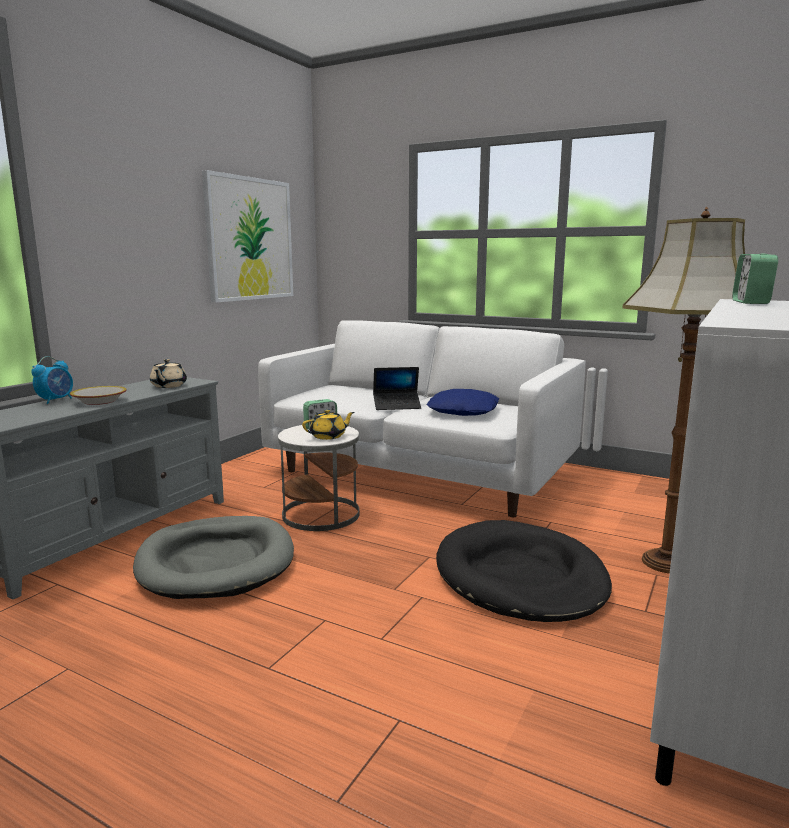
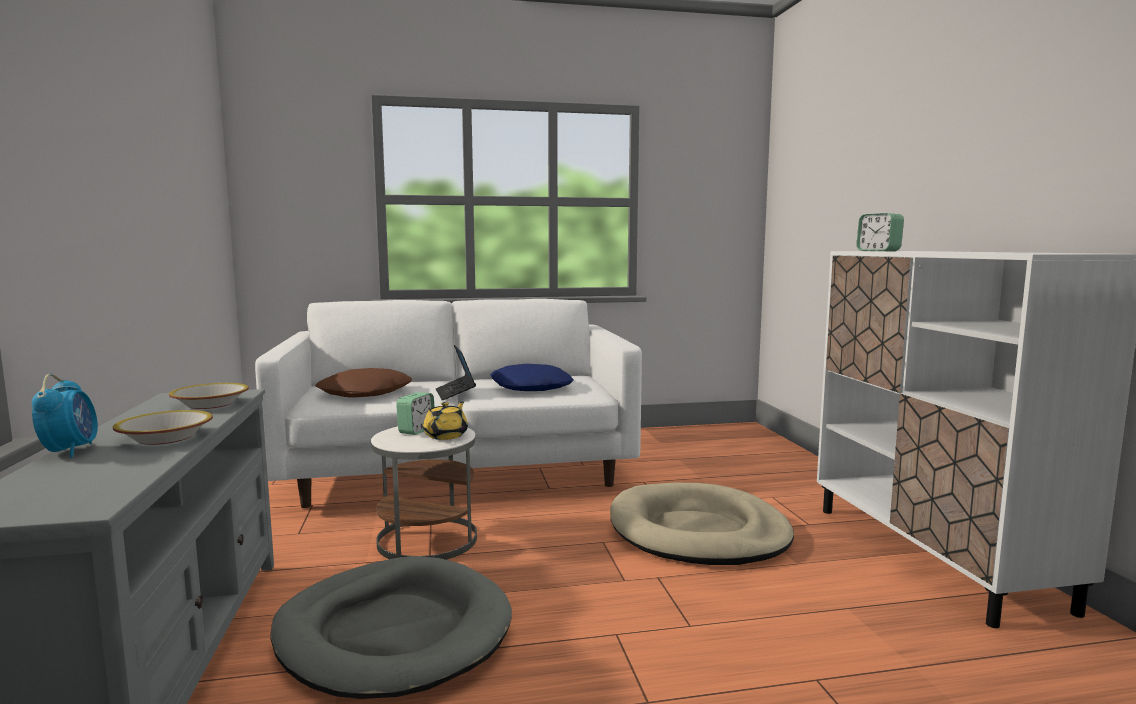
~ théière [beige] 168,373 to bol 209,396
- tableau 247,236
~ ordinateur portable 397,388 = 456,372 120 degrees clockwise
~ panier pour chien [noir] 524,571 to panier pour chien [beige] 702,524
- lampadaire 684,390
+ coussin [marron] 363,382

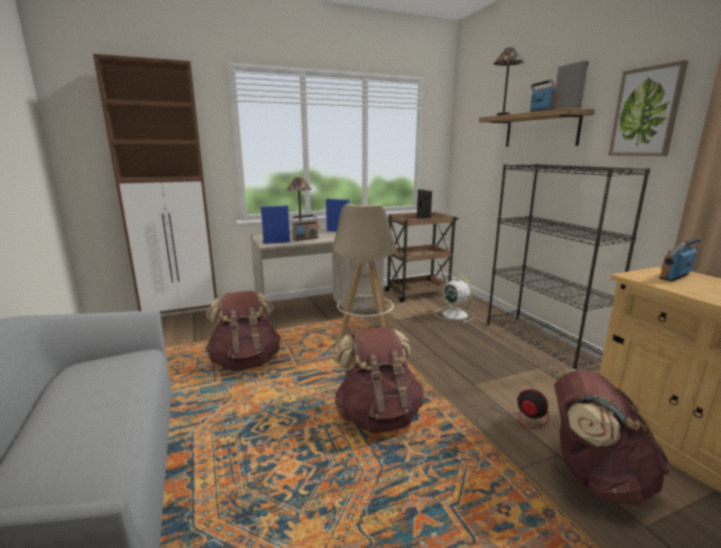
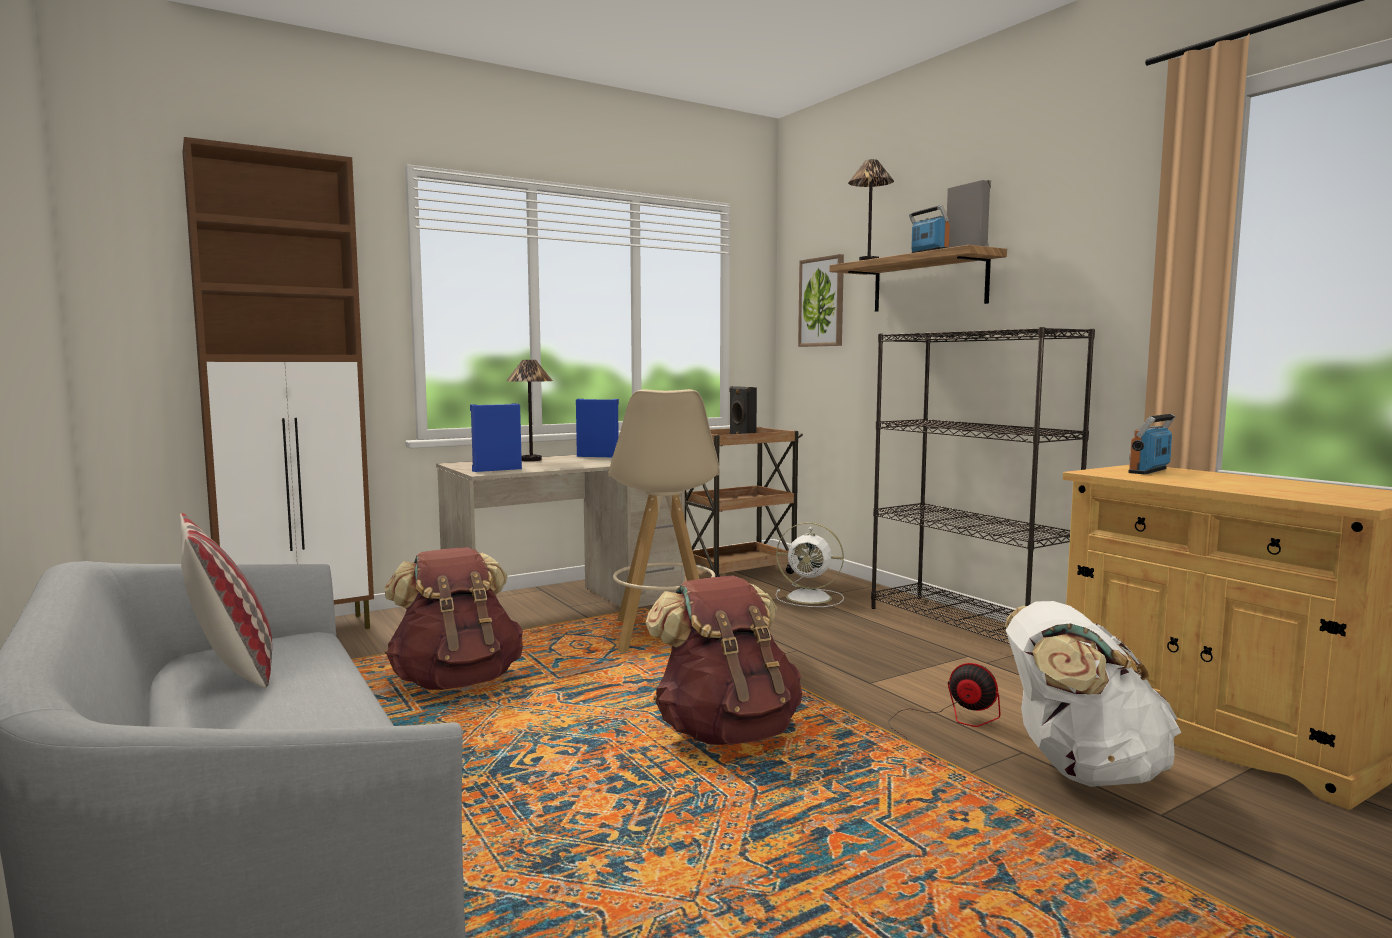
- radio 304,227
~ ventilateur [blanc] 455,298 = 809,564 150 degrees clockwise
~ sac à dos [marron] 612,437 to sac à dos [blanc] 1093,694
~ tableau 648,108 to 821,300
+ coussin 226,600

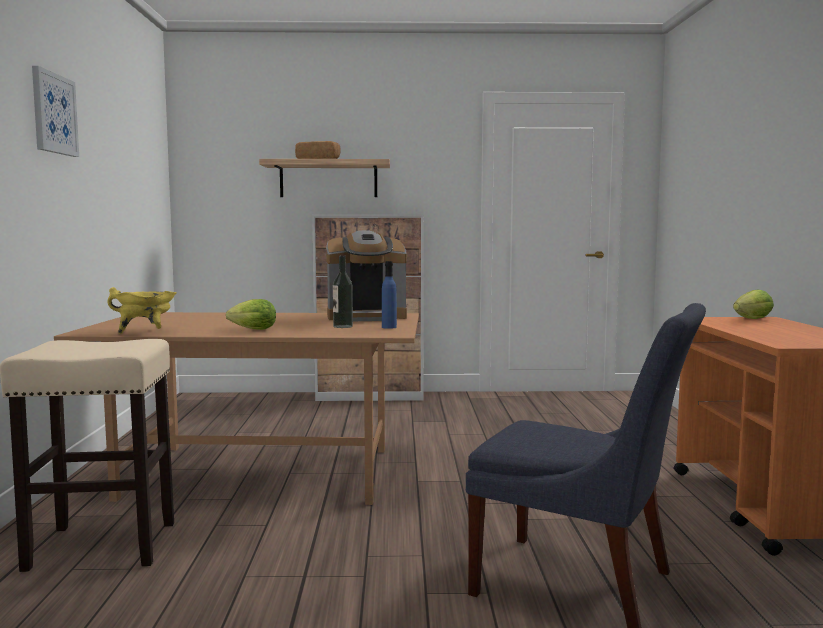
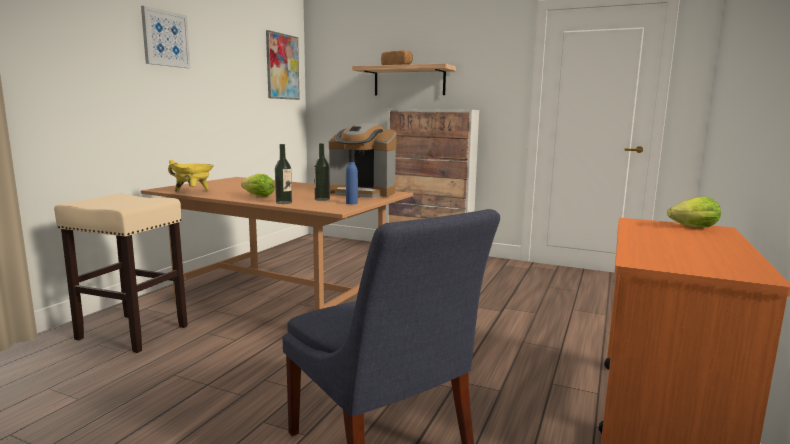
+ tableau 283,65
+ bouteille 283,174

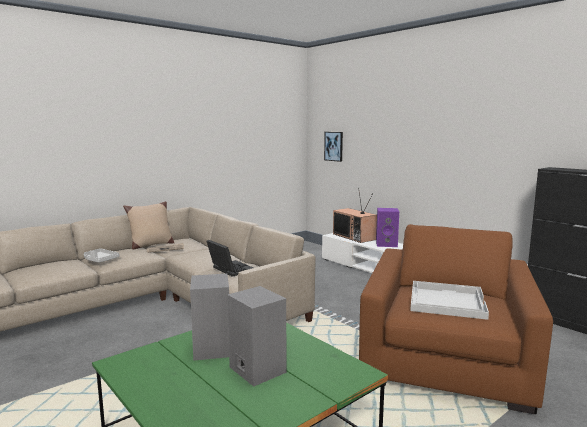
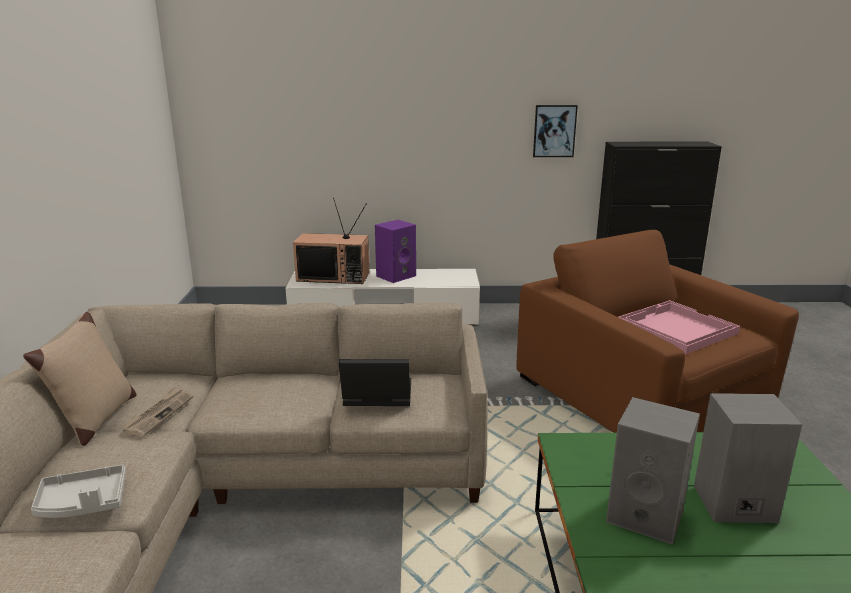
~ tableau 333,147 to 555,131
~ plateau [blanc] 449,300 to plateau [rose] 679,327

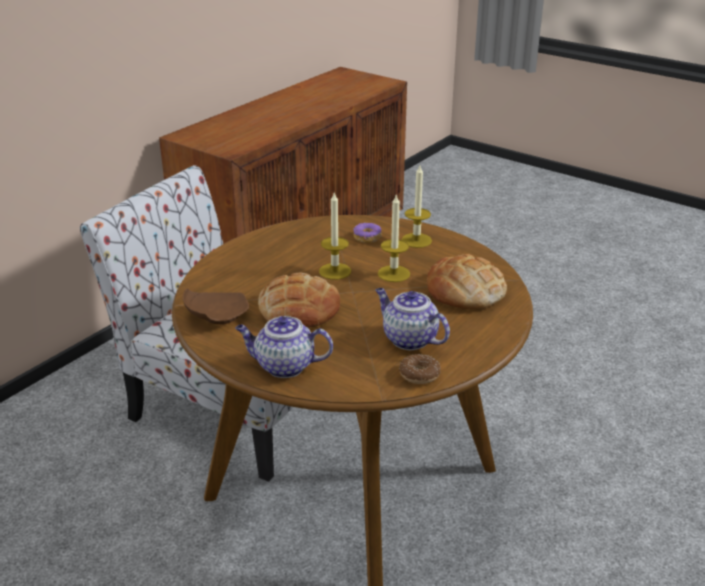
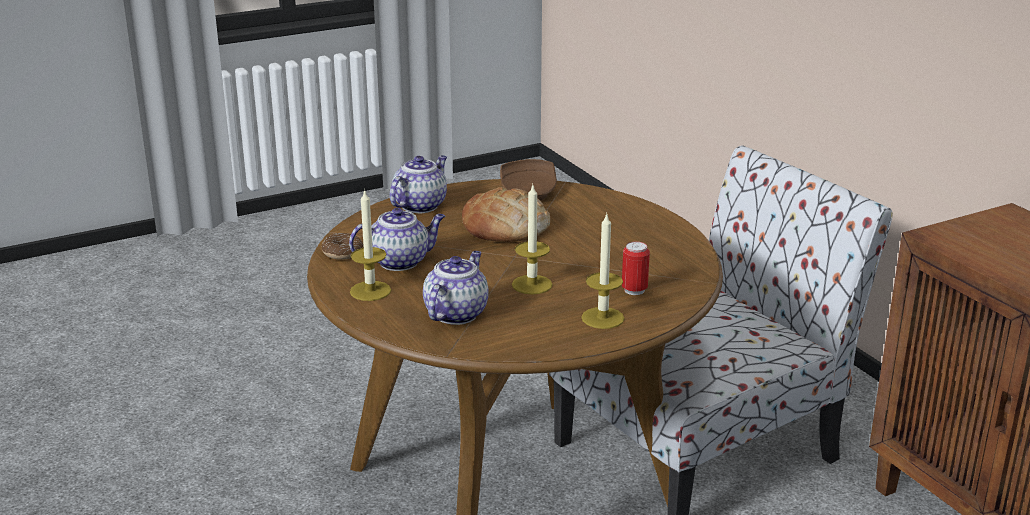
~ bougie 335,236 to 370,245
~ beignet 368,233 to boîte métallique 636,268
~ pain 467,281 to théière 455,288

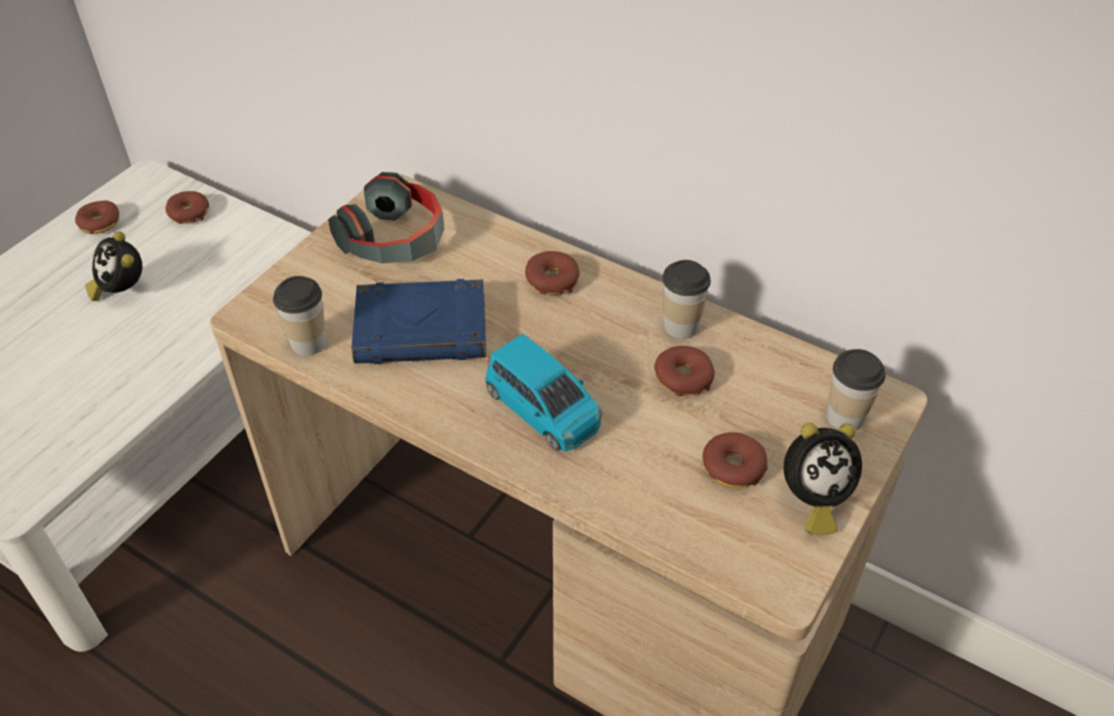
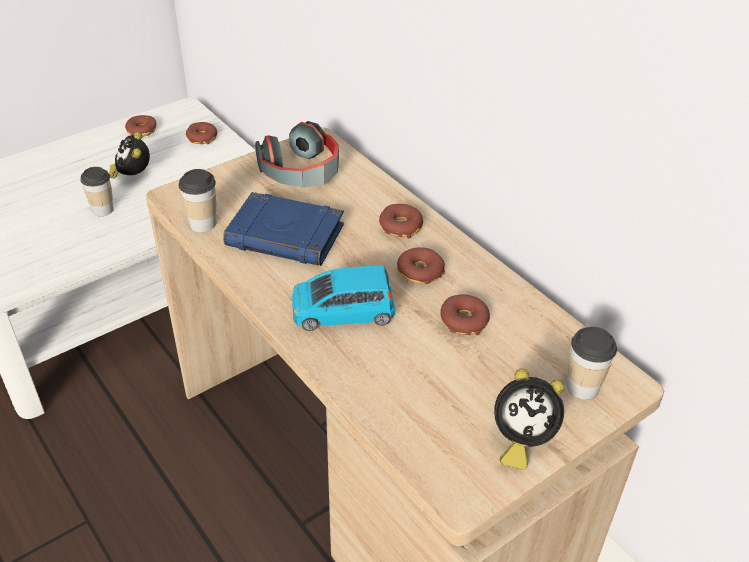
~ petite voiture [bleu] 544,392 = 343,298 105 degrees clockwise
~ tasse 687,299 to 97,191
~ beignet 735,460 to 421,265

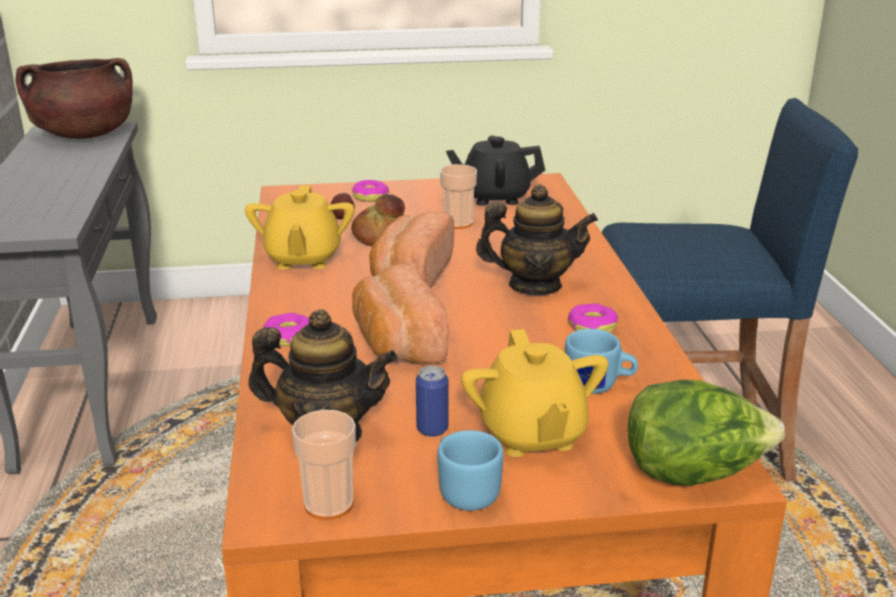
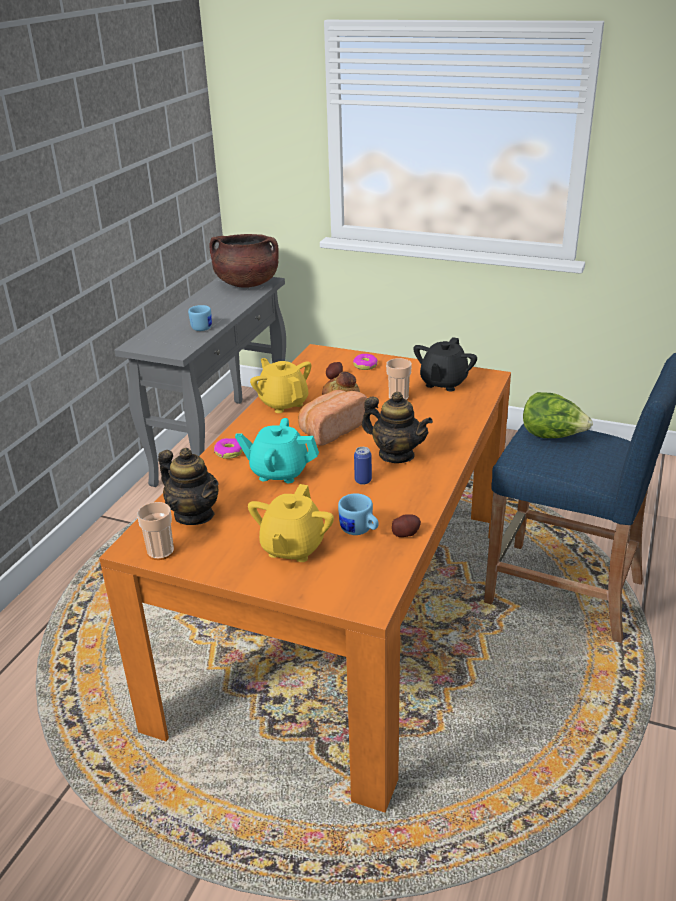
~ théière [jaune] 300,227 = 280,385 120 degrees clockwise
~ pain 400,314 to théière [turquoise] 277,450
~ boîte métallique 432,401 to 363,466
~ mug [bleu] 470,470 to 200,318
~ théière [noir] 495,171 = 445,364 90 degrees counterclockwise
- beignet 593,318
~ laitue 706,433 to 558,415
+ pomme de terre 406,525

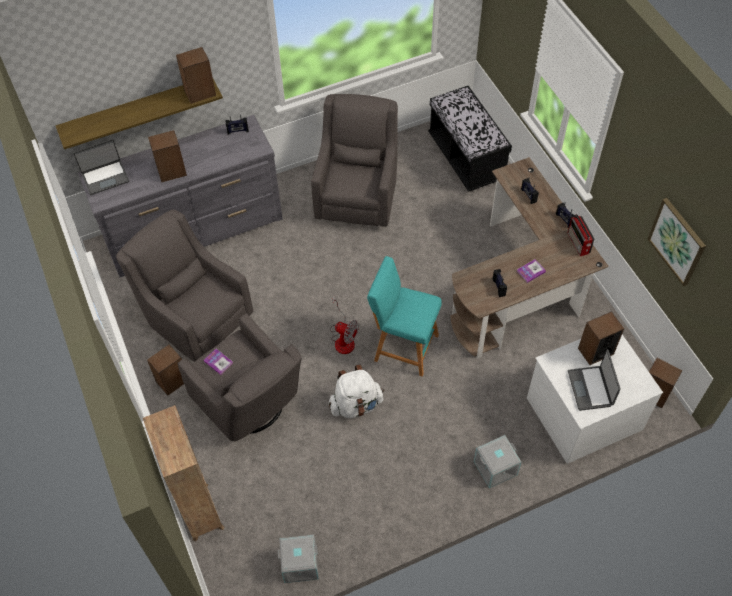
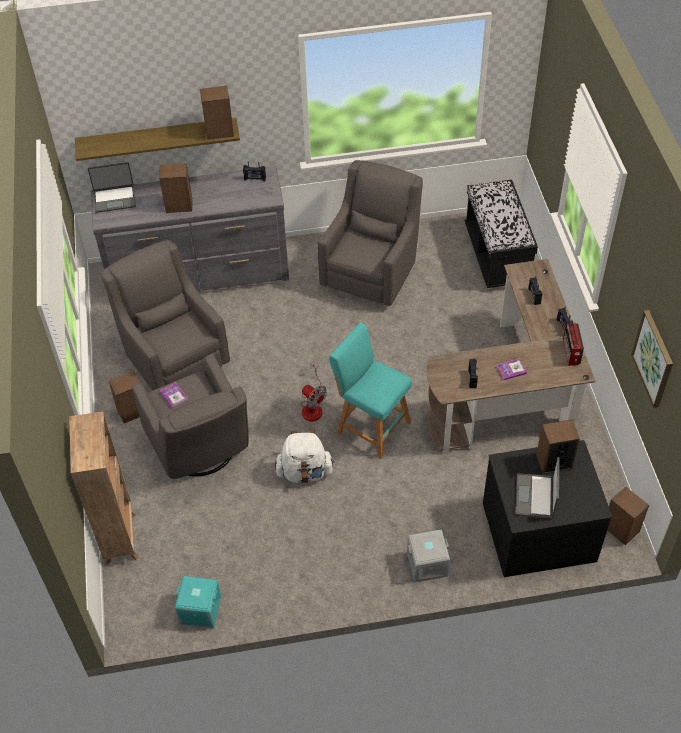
~ boîte de rangement [gris] 298,559 to boîte de rangement [turquoise] 198,602
~ commode [blanc] 595,399 to commode [noir] 547,508

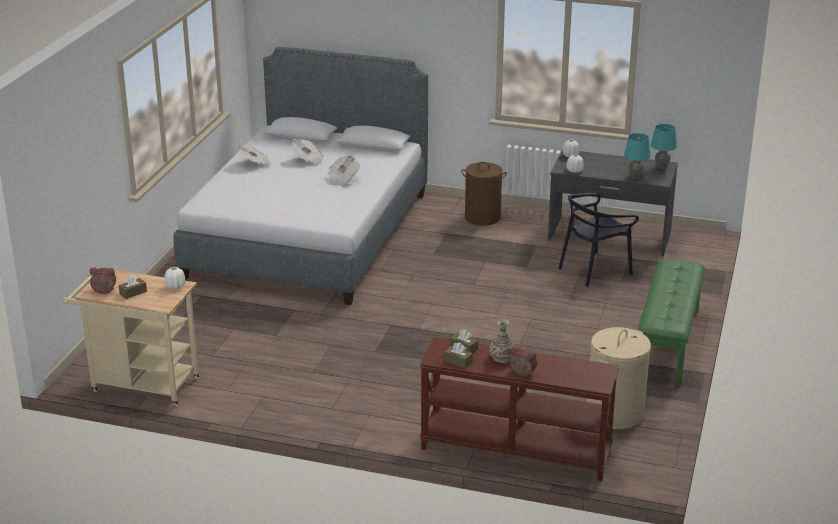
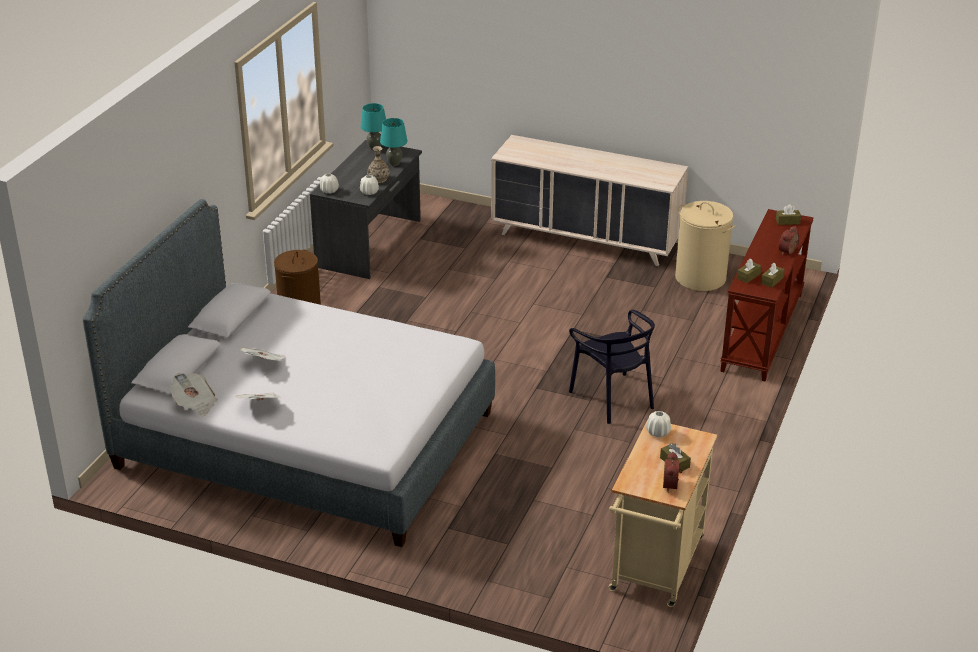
~ journal 343,170 to 193,394
~ vase 502,341 to 378,164
~ chaise [noir] 599,240 to 612,367
~ banc [vert] 671,322 to commode [beige] 589,200
+ boîte à mouchoirs [marron] 788,214

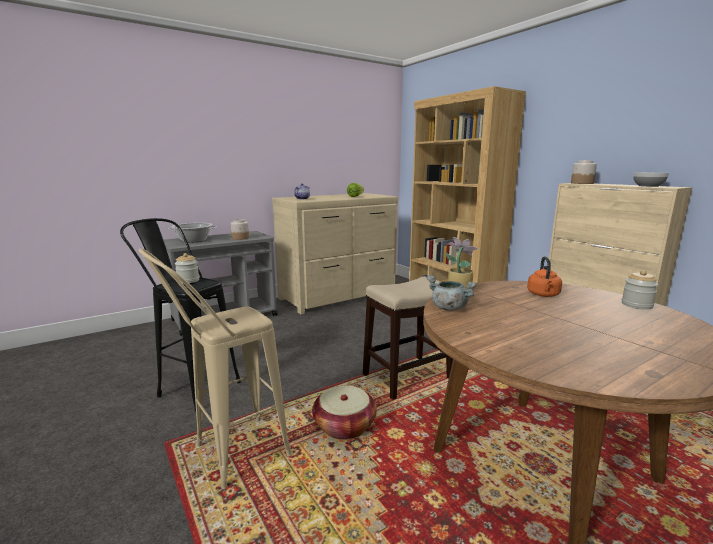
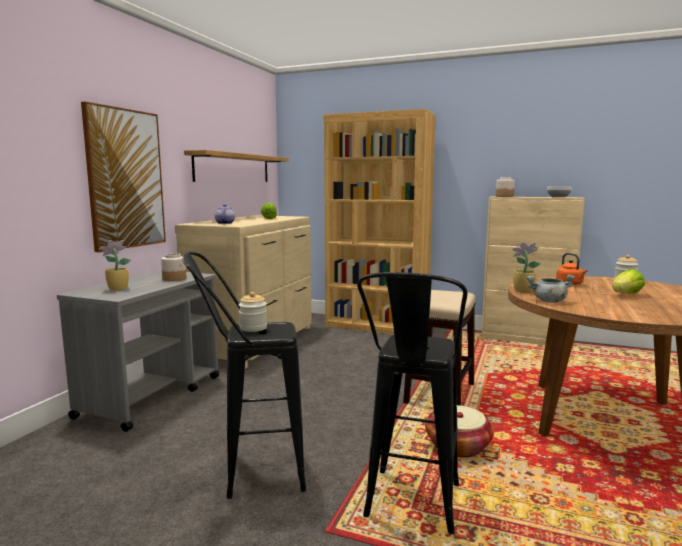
~ tabouret [beige] 215,368 to tabouret [noir] 412,403
~ marmite 192,233 to plante en pot 115,265
+ tableau 123,177
+ étagère 236,166
+ laitue 628,281

